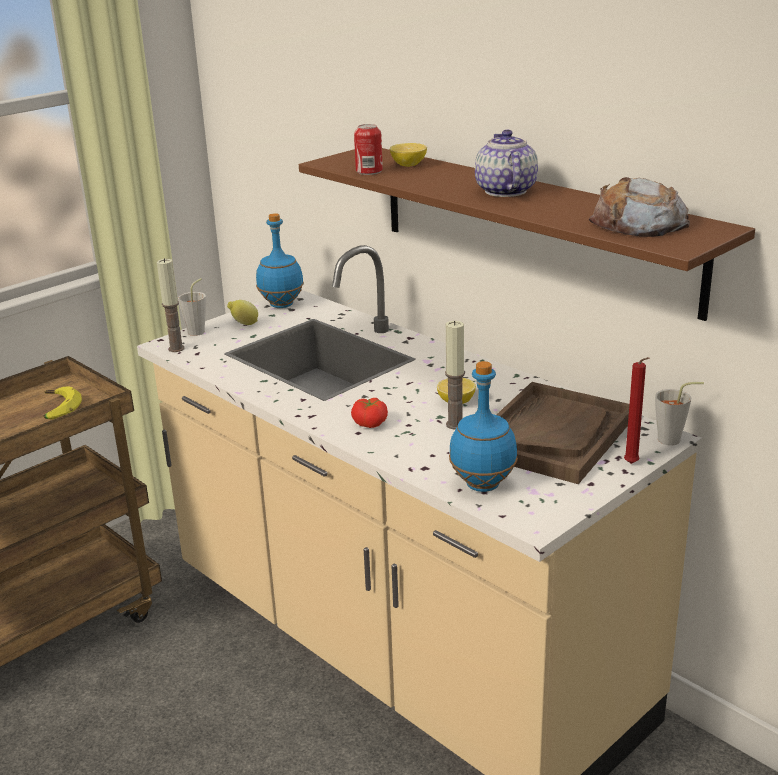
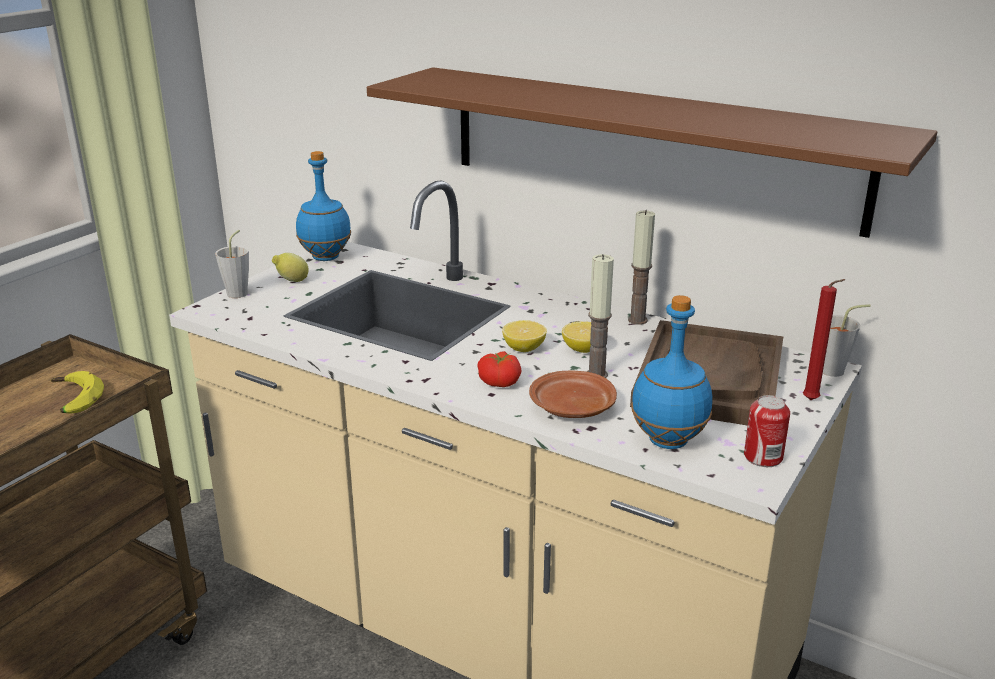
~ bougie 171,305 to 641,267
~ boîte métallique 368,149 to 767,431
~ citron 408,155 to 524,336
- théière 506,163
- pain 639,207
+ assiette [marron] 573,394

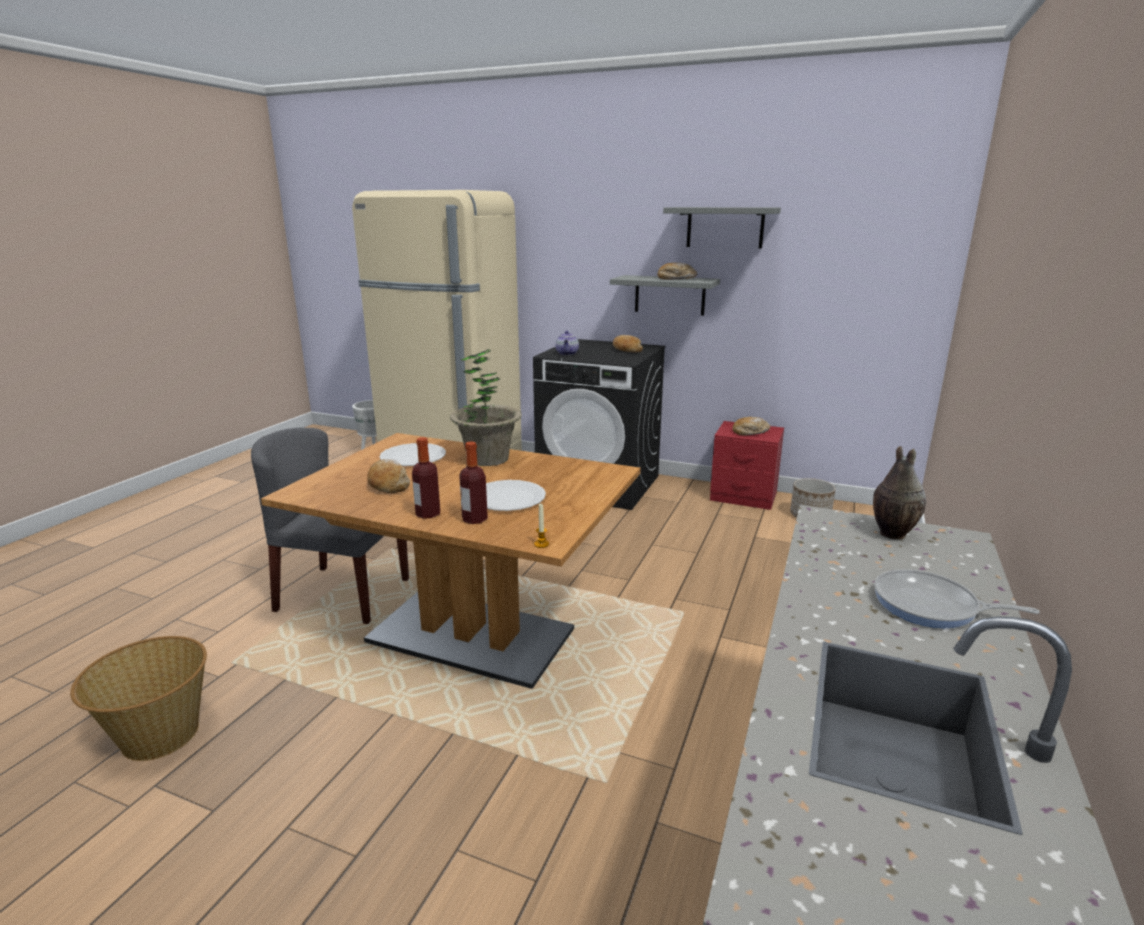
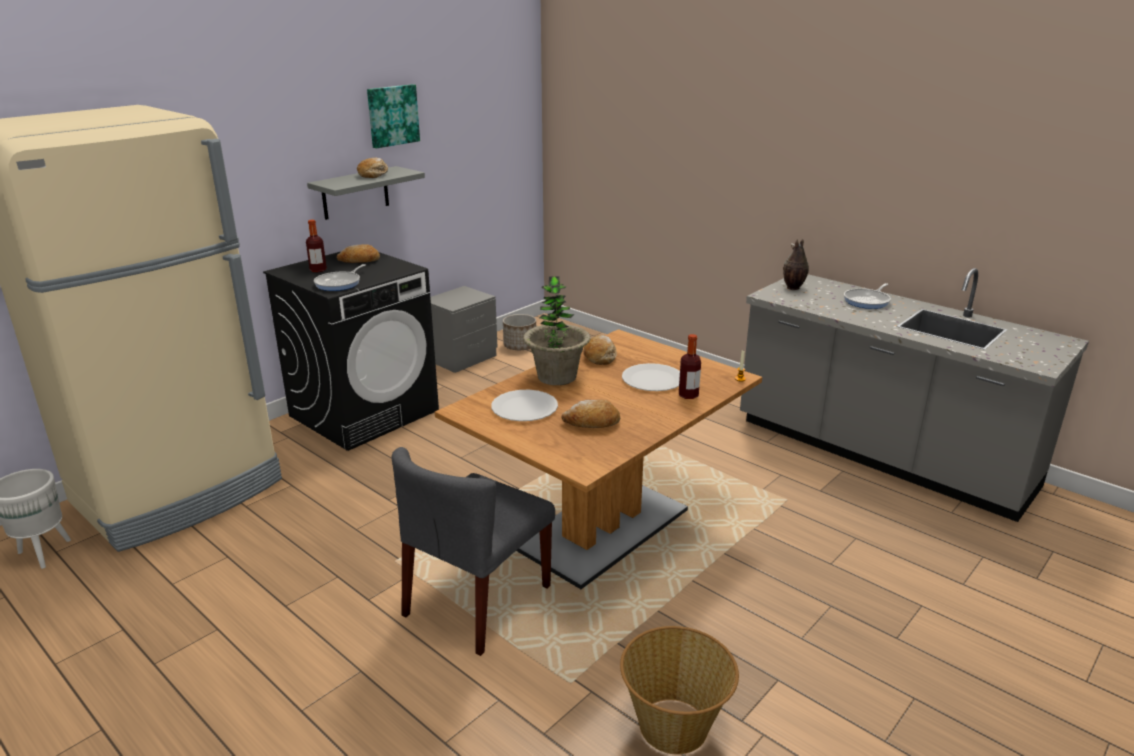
~ bouteille 426,478 to 316,246
~ théière 567,343 to poêle 340,277
~ étagère [gris] 722,228 to tableau 393,116
~ table de chevet [rouge] 747,465 to table de chevet [gris] 463,329
~ pain 751,426 to 600,350

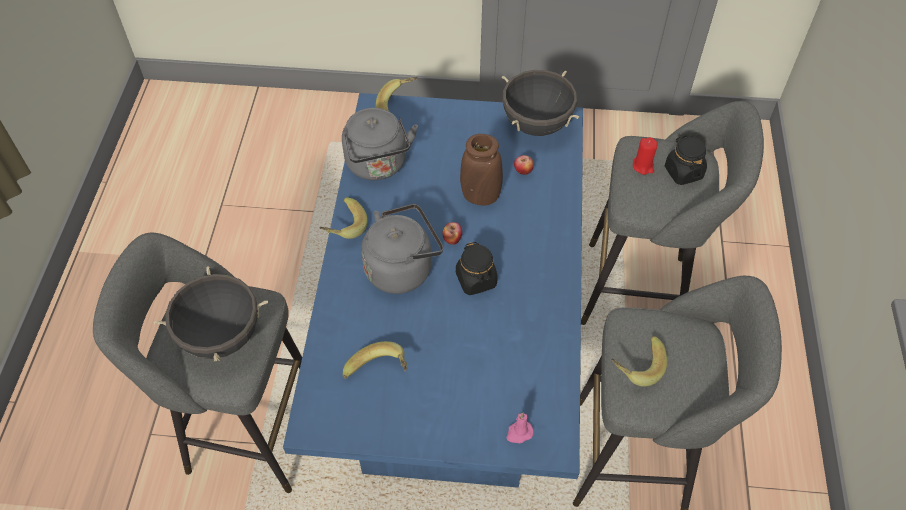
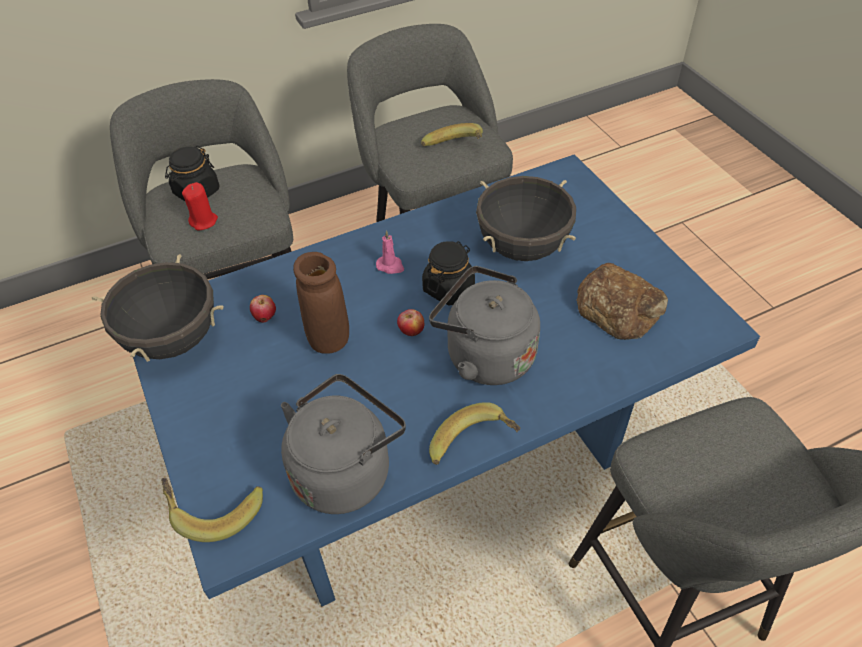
~ marmite [noir] 211,313 to 526,218
~ banane 375,360 to pain 622,301
~ bougie [rose] 519,428 to 390,252

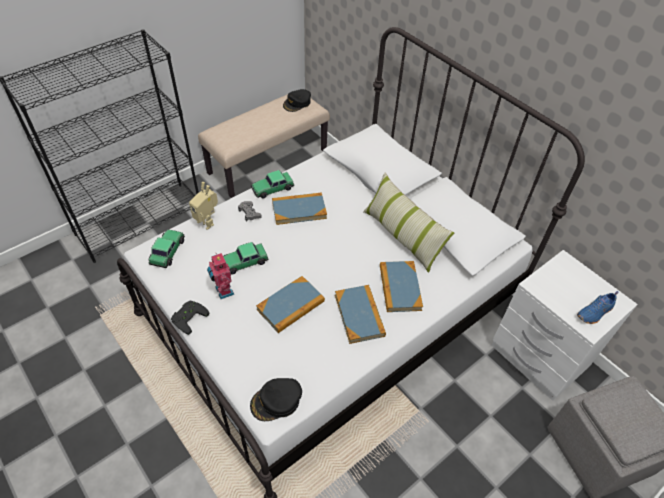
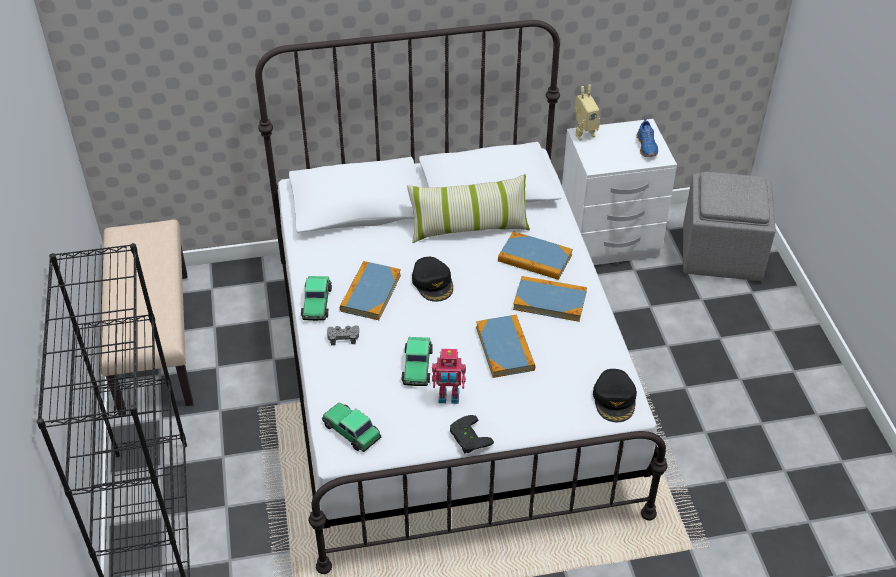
~ robot jouet 203,206 to 587,112
~ casquette [noir] 297,100 to 432,279

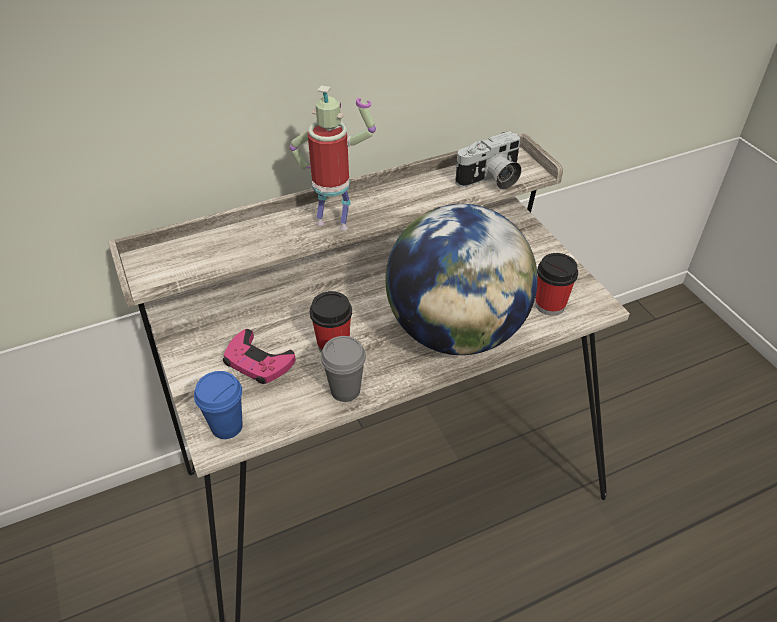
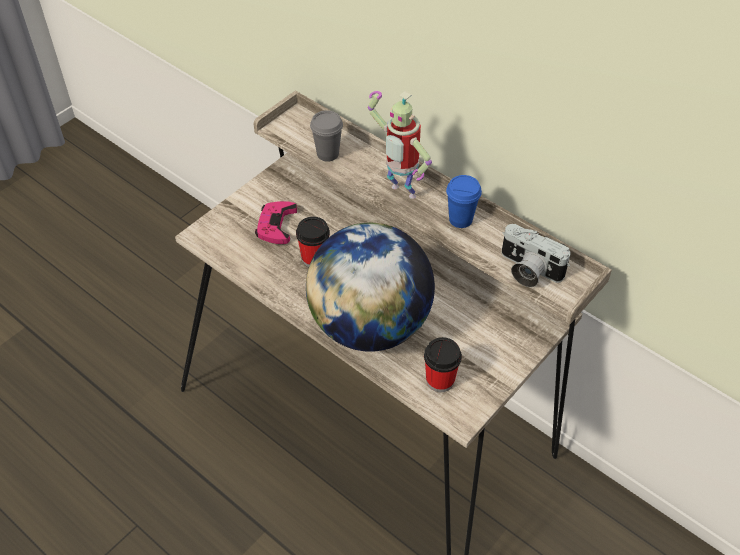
~ tasse [bleu] 218,405 to 464,201
~ robot jouet 332,158 = 400,145 135 degrees clockwise
~ tasse [gris] 343,369 to 326,136

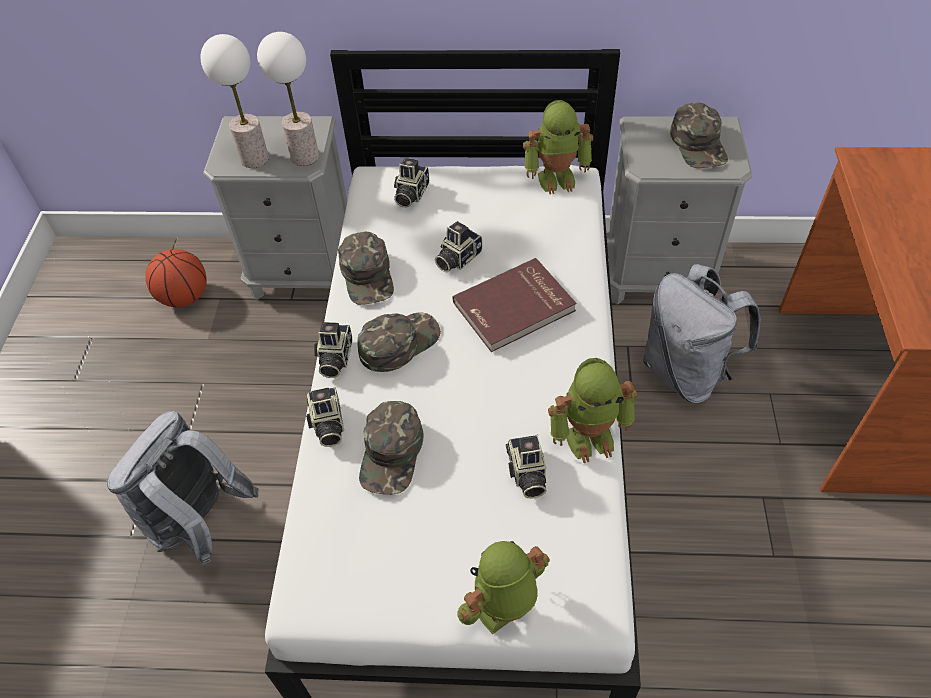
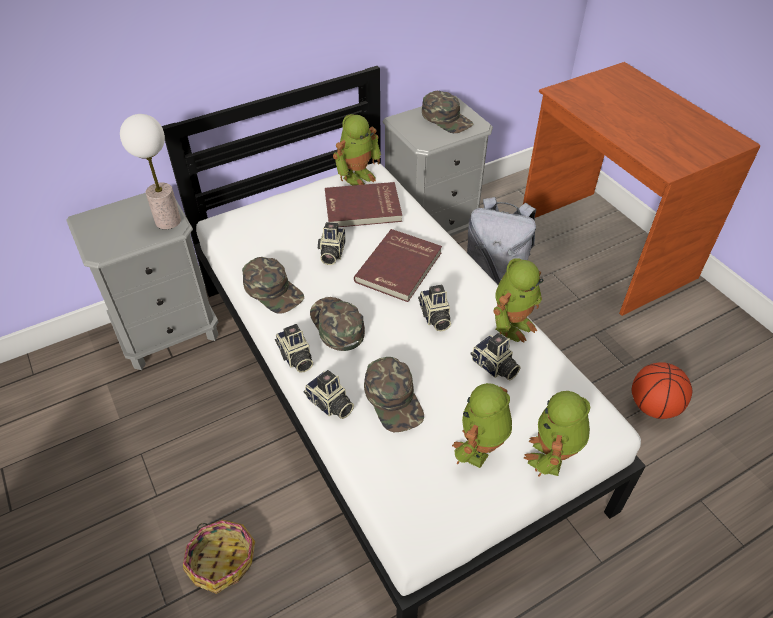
~ sac à dos [gris] 183,488 to panier 219,557
~ ballon de basket 176,278 to 662,390
- lampe de table 234,101
~ casquette [vert] 399,342 = 337,324 45 degrees counterclockwise
~ appareil photo 411,183 to 434,308
+ livre [rouge] 363,204
+ robot jouet 482,425

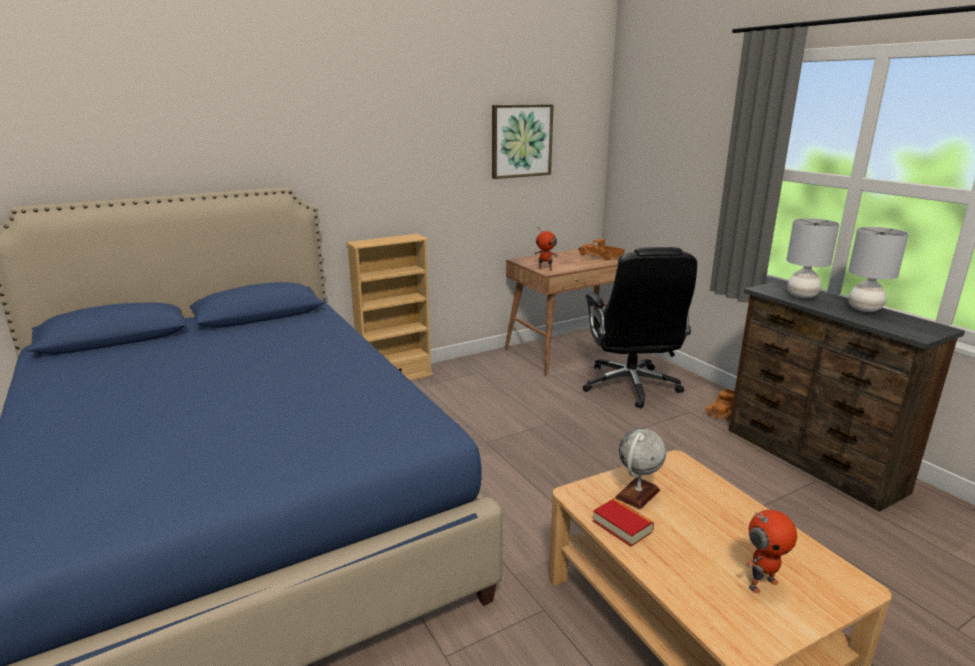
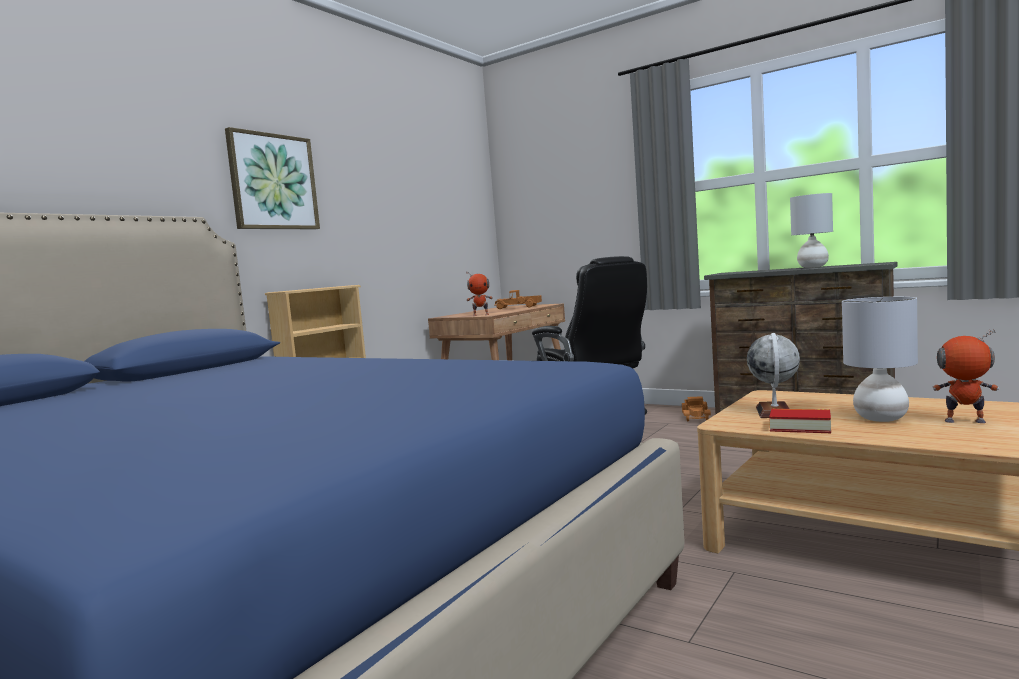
~ tableau 523,141 to 272,178
~ robot jouet 771,551 = 966,376 105 degrees counterclockwise
~ lampe de table [gris] 813,258 to 880,359

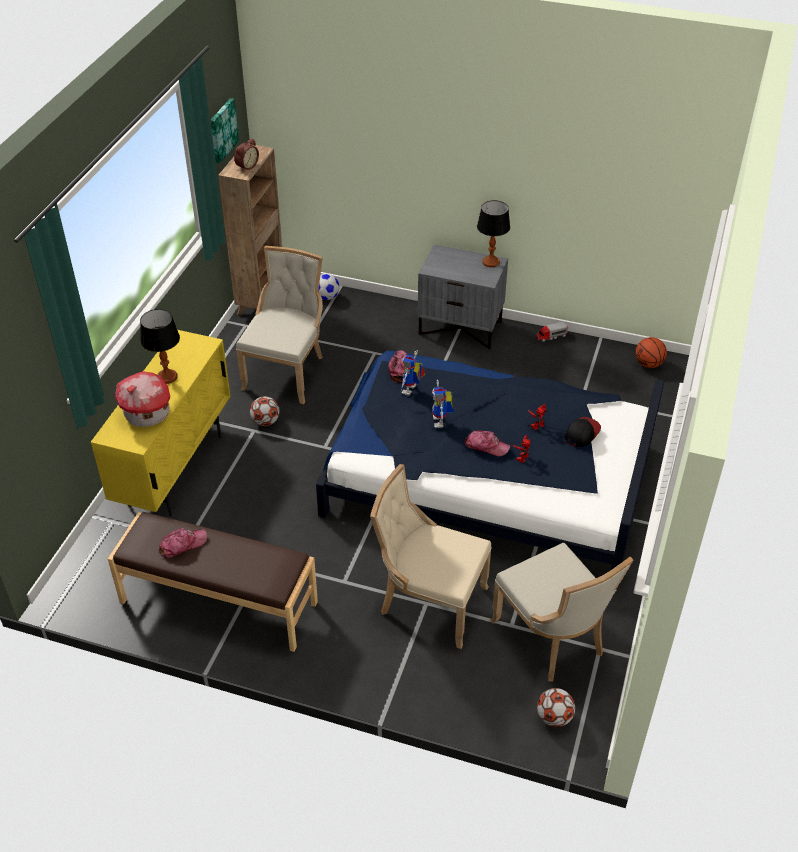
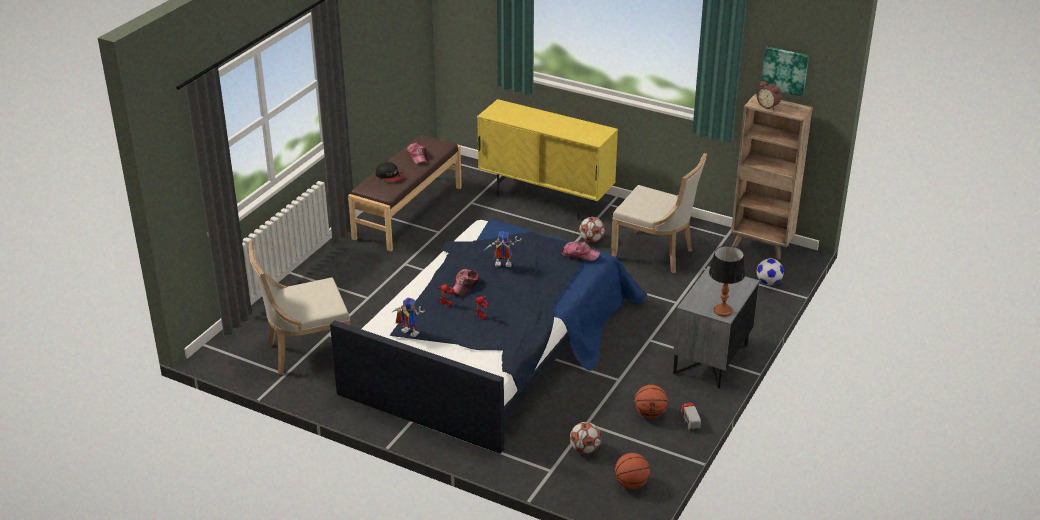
- maison miniature 142,399
- lampe de table 160,346
- chaise [beige] 431,556
~ robot jouet 413,373 to 408,317
~ ballon de foot 556,707 to 585,438
~ casquette 583,432 to 390,172
+ ballon de basket 651,401

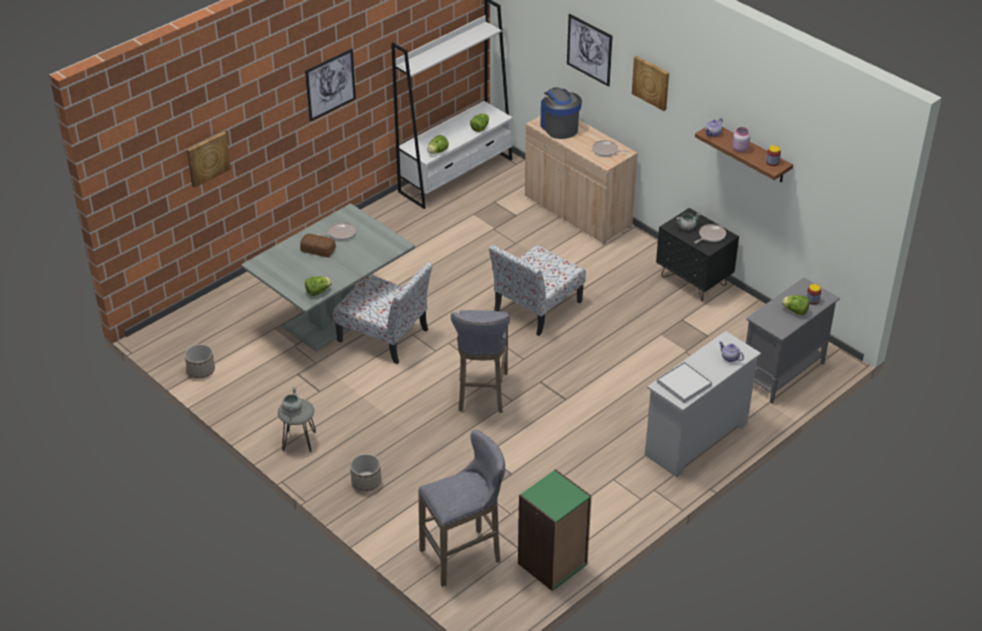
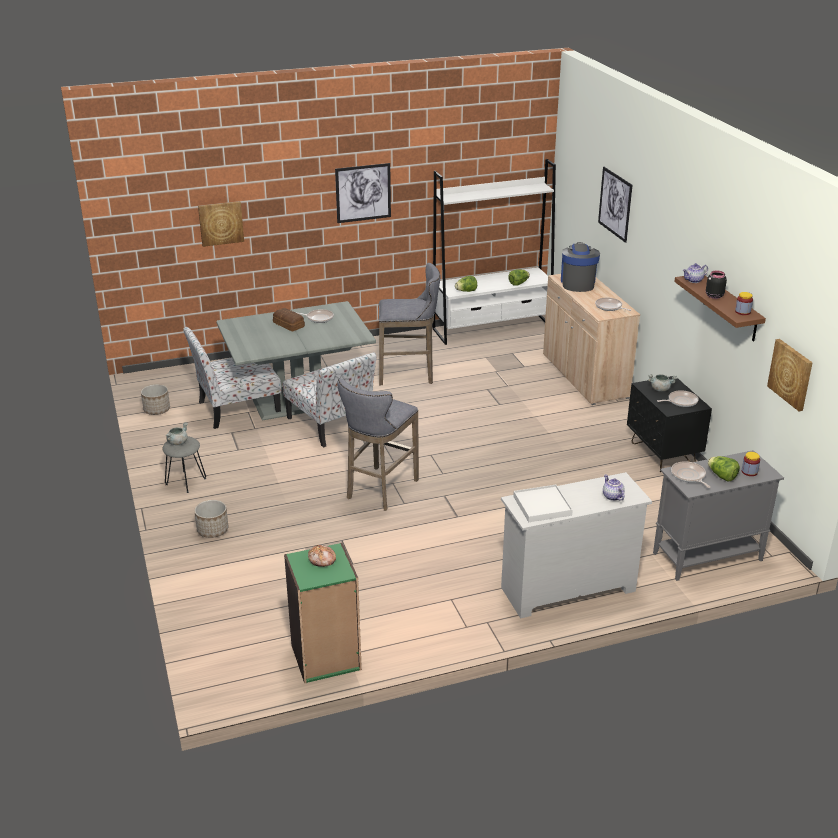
- laitue 318,286
~ tabouret [gris] 461,508 to 409,324
~ chaise 537,290 to 232,378
~ tableau 650,83 to 789,375
~ bocal [rose] 741,139 to bocal [noir] 716,284
+ pain 322,556
+ poêle 691,474

